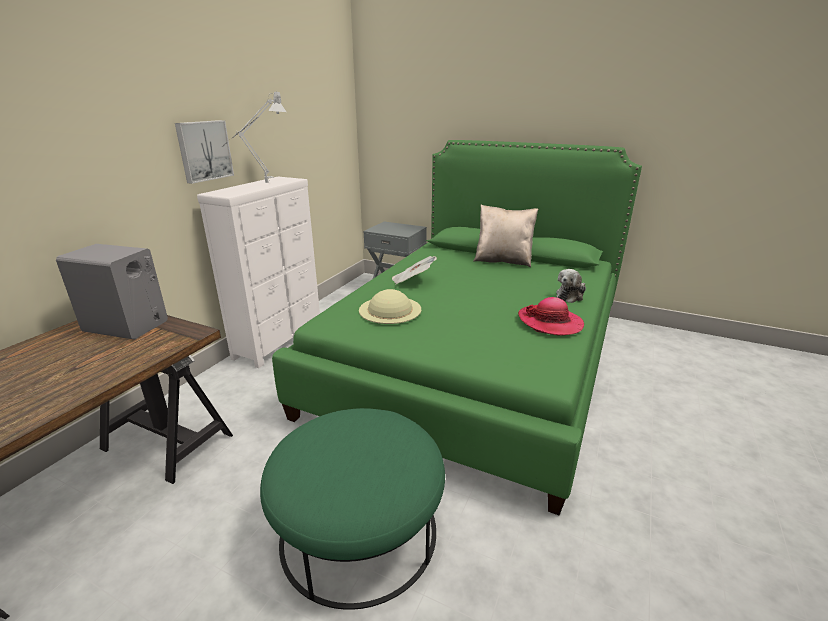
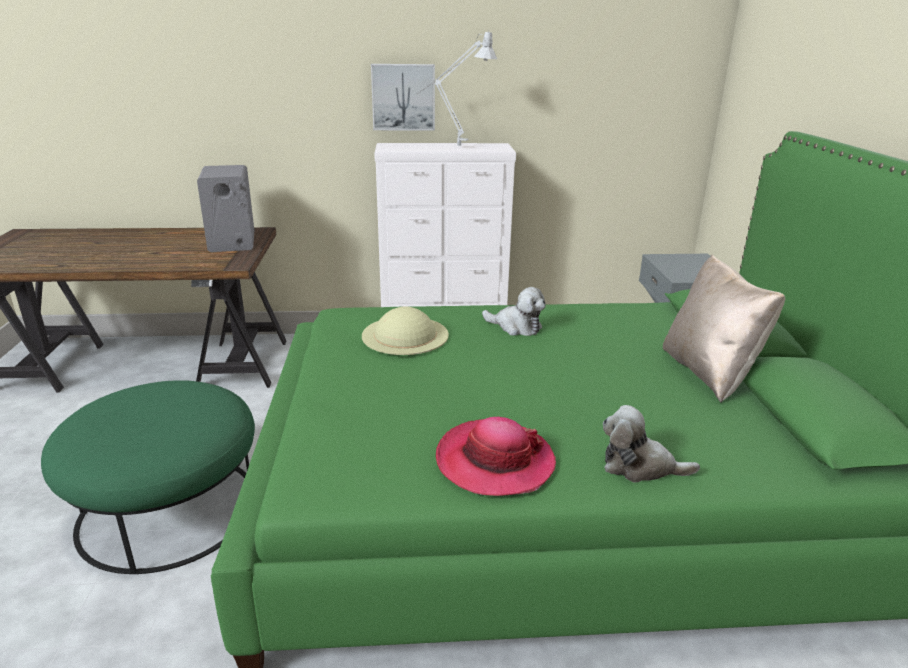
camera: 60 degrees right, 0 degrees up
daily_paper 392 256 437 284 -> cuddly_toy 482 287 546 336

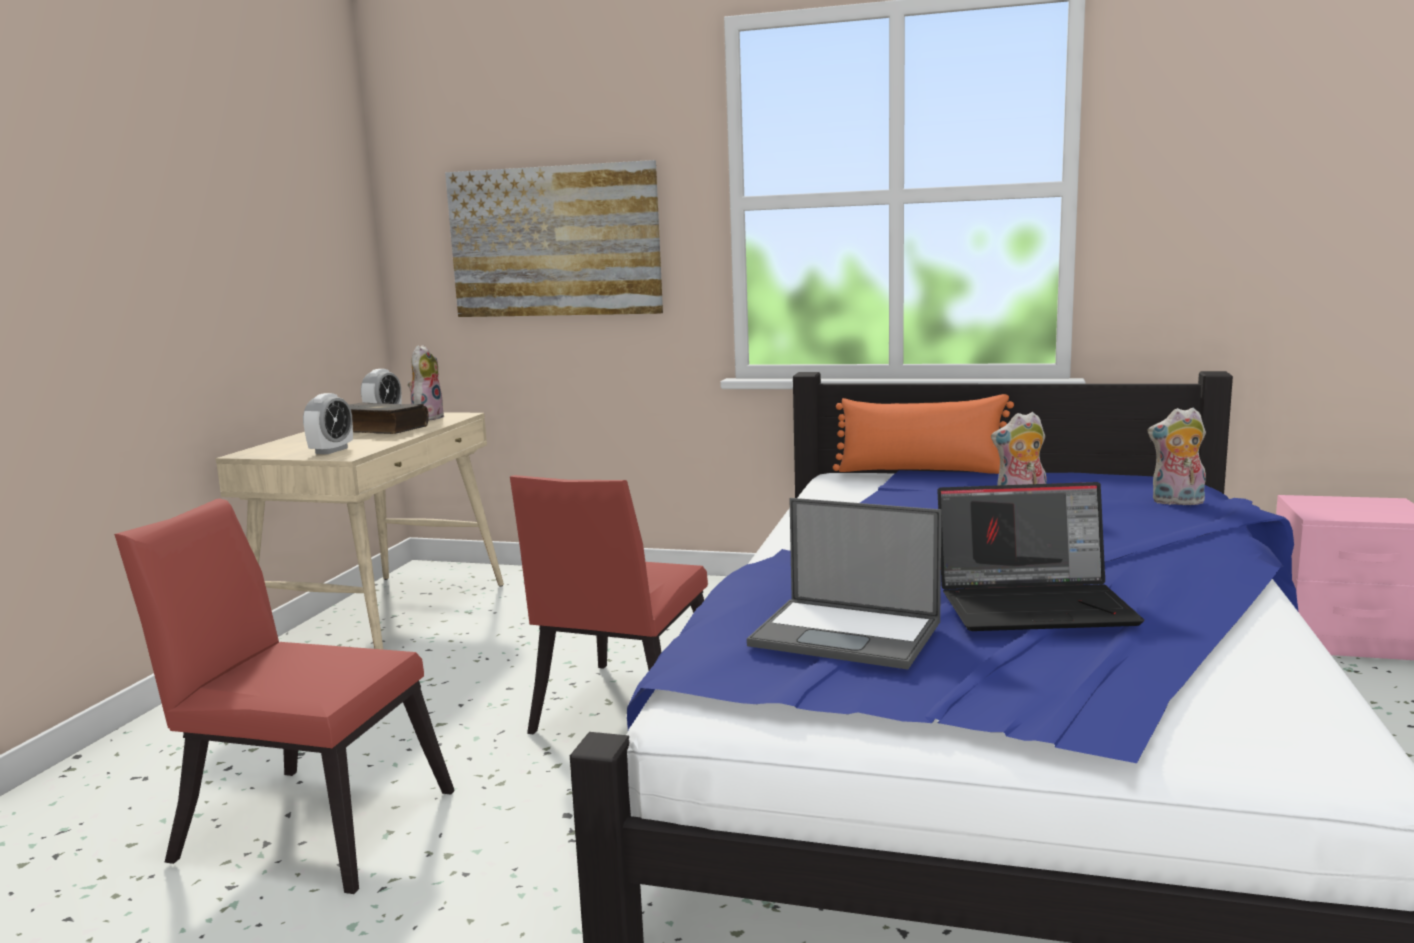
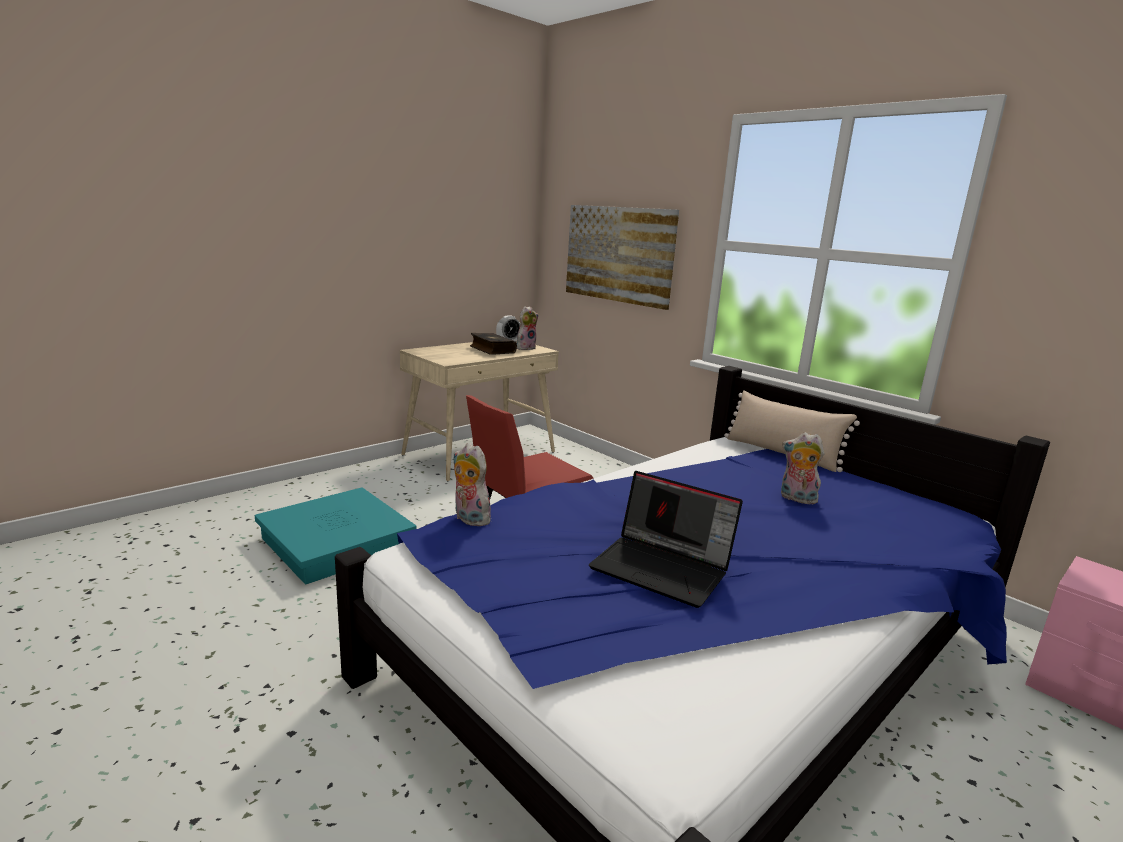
camera: 30 degrees right, 5 degrees up
red_chair 114 499 455 894 -> turquoise-coloured_storage_box 255 488 416 584
cuddly_toy 1147 408 1206 505 -> cuddly_toy 453 443 495 526, moved
orangey_pillow 833 394 1014 474 -> beige-coloured_pillow 724 390 860 472
bedside_clock 303 393 353 454 -> none
portable_computer 747 498 942 670 -> none

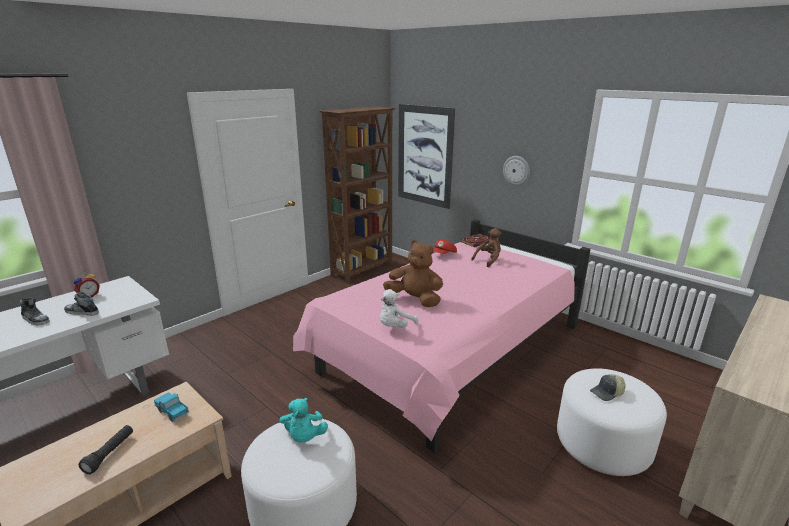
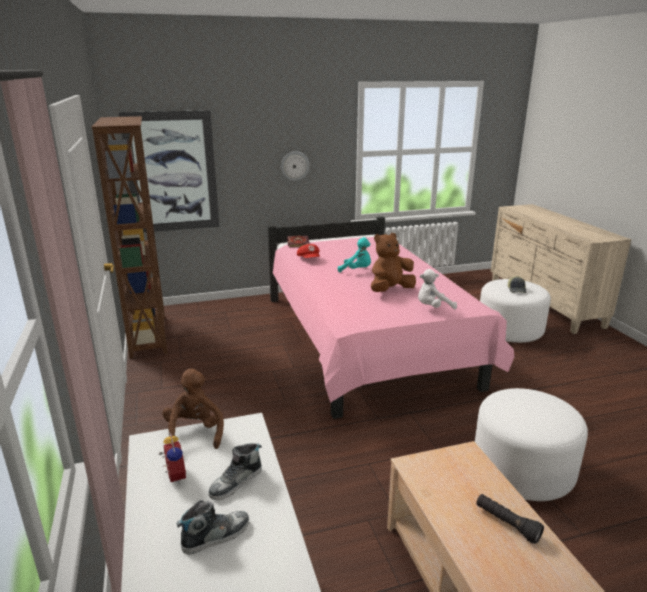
camera: 60 degrees left, 0 degrees up
brown_cuddly_toy 471 228 501 267 -> brown_cuddly_toy 162 369 224 449, moved
turquoise-coloured_cuddly_toy 280 398 328 443 -> turquoise-coloured_cuddly_toy 338 237 371 273, moved
white-coloured_cuddly_toy 380 289 418 328 -> white-coloured_cuddly_toy 418 269 457 310, 90 degrees clockwise
model_truck 154 392 189 422 -> none

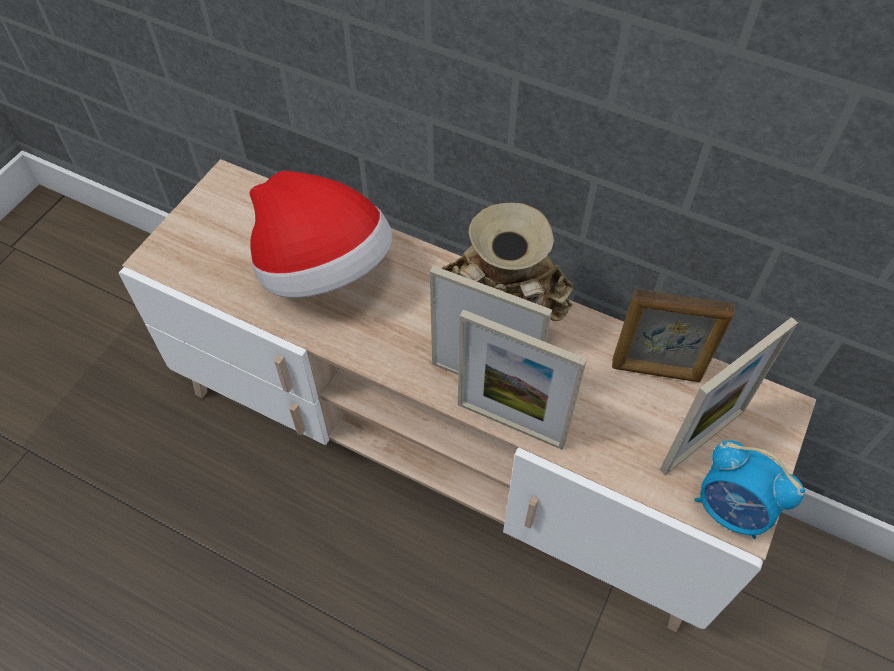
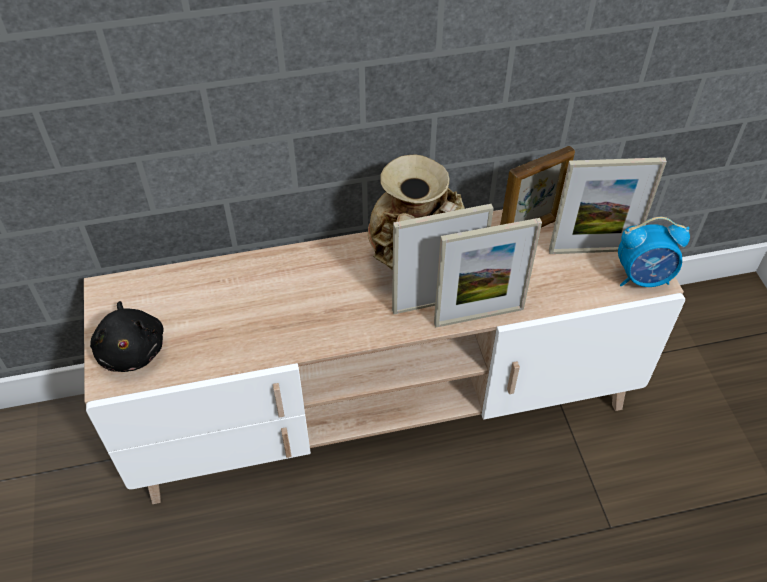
camera: 40 degrees left, 5 degrees down
none -> blackish_cuddly_toy 90 301 164 372
picture_frame 660 317 798 475 -> picture_frame 549 157 667 254, 75 degrees clockwise
hat 249 171 392 298 -> none

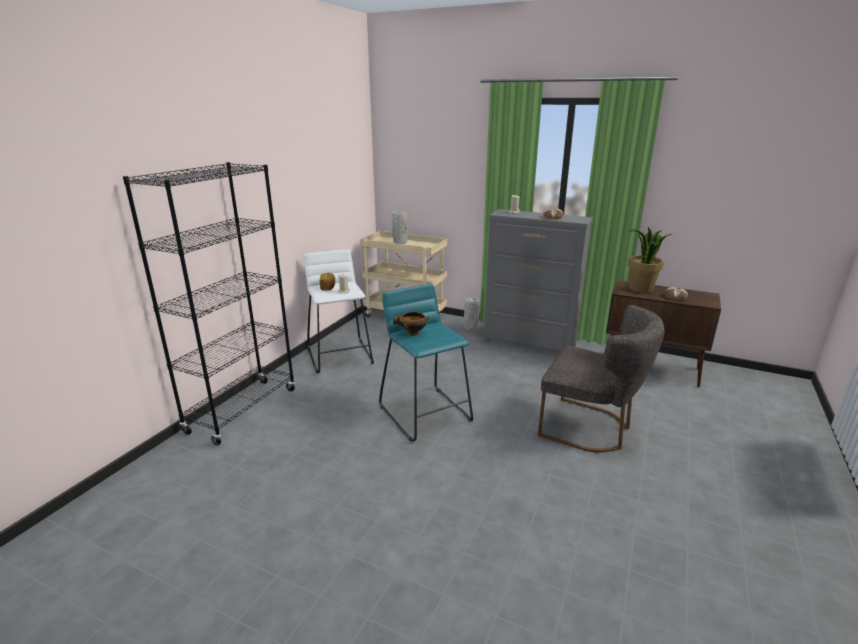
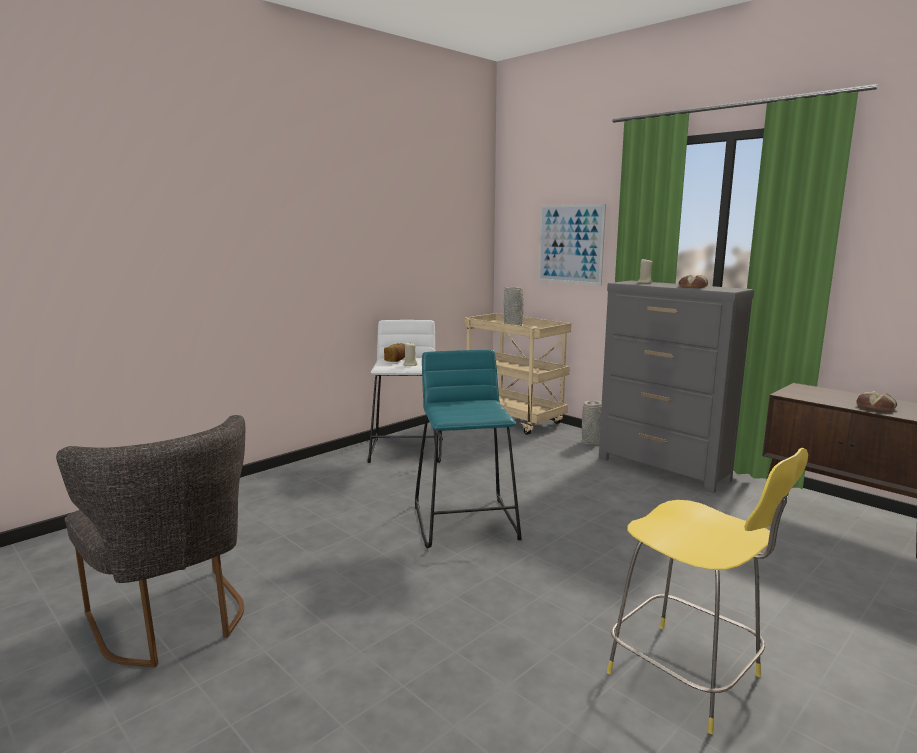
camera: 20 degrees right, 10 degrees down
gray_chair 538 305 665 453 -> gray_chair 56 415 245 667, moved
none -> picture 538 204 606 285
none -> yellow_sitting_stool 607 448 808 734
blackish_bookshelf 123 162 295 445 -> none
bowl 393 312 429 336 -> none
houseplant 628 227 672 293 -> none

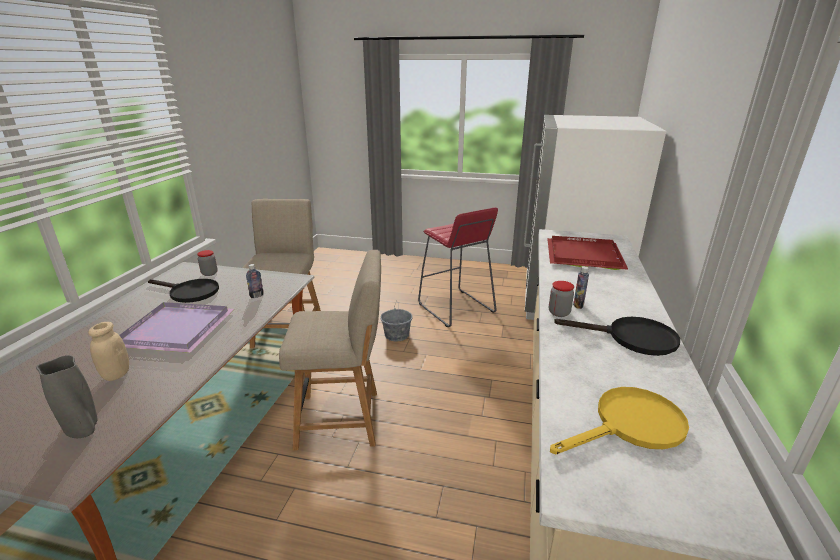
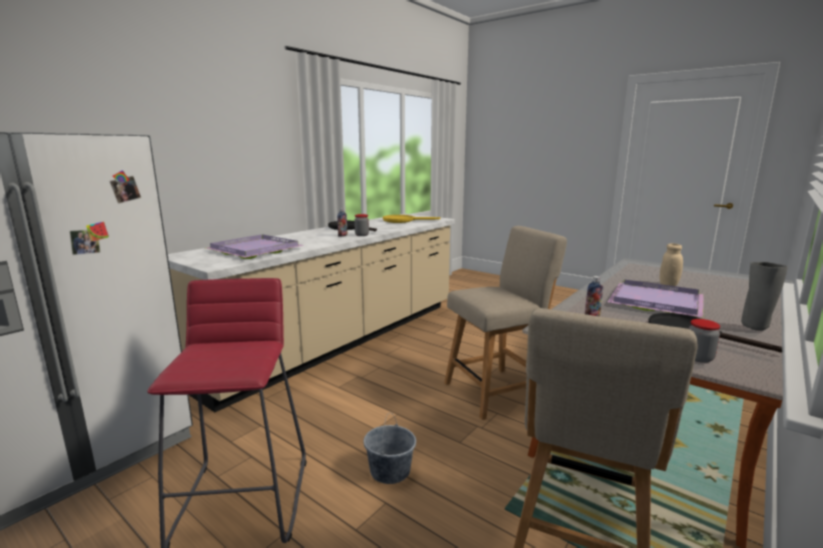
camera: 155 degrees left, 10 degrees down
red_carrying_tray 547 236 629 270 -> purple-coloured_carrying_tray 206 234 304 259
beige-coloured_chair 279 250 381 451 -> beige-coloured_chair 444 226 567 420, 135 degrees clockwise
gray_decorative_vase 36 355 98 438 -> gray_decorative_vase 741 262 788 331, moved

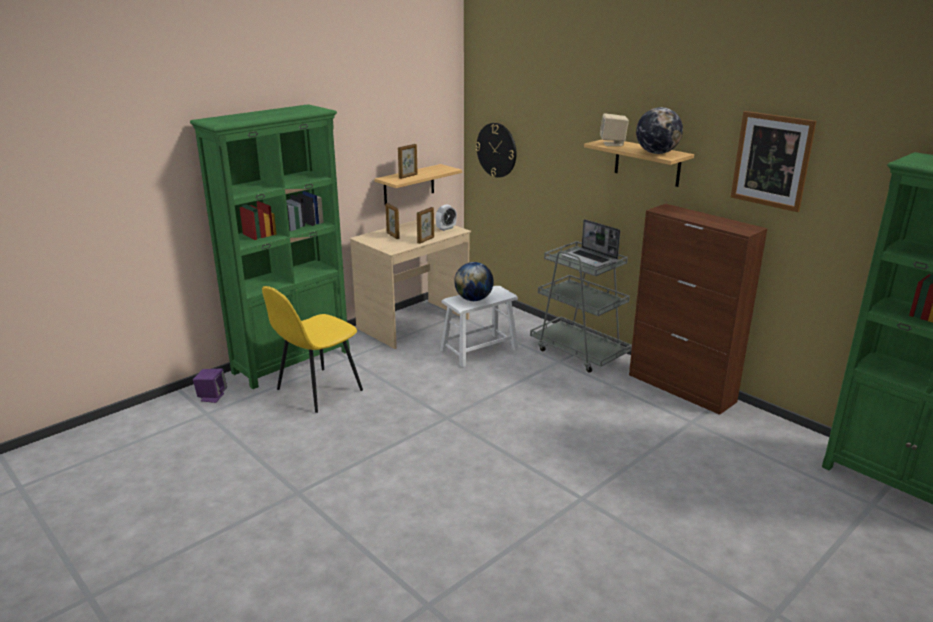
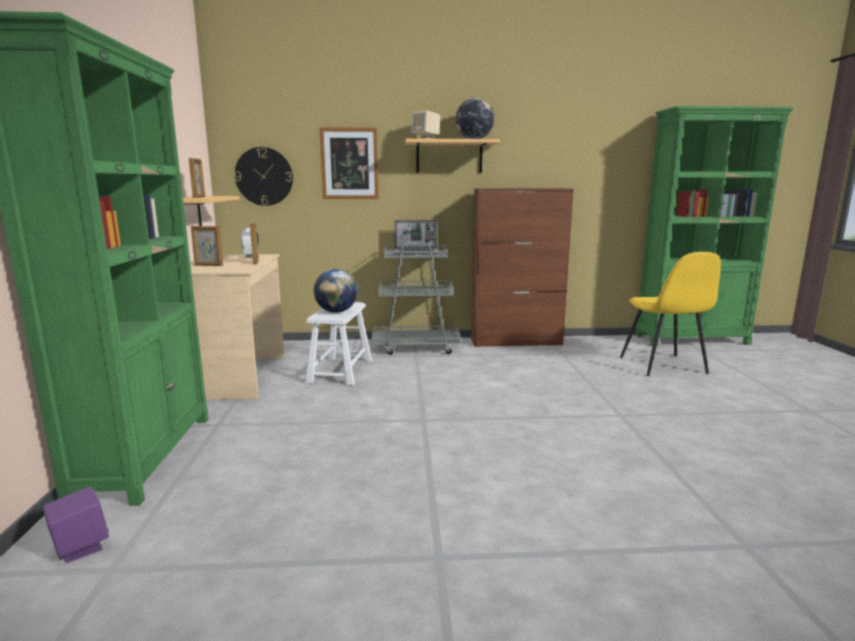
camera: 50 degrees left, 10 degrees down
picture 731 111 816 212 -> picture 319 127 379 199, moved
yellow_chair 262 286 363 413 -> yellow_chair 620 252 721 376, moved

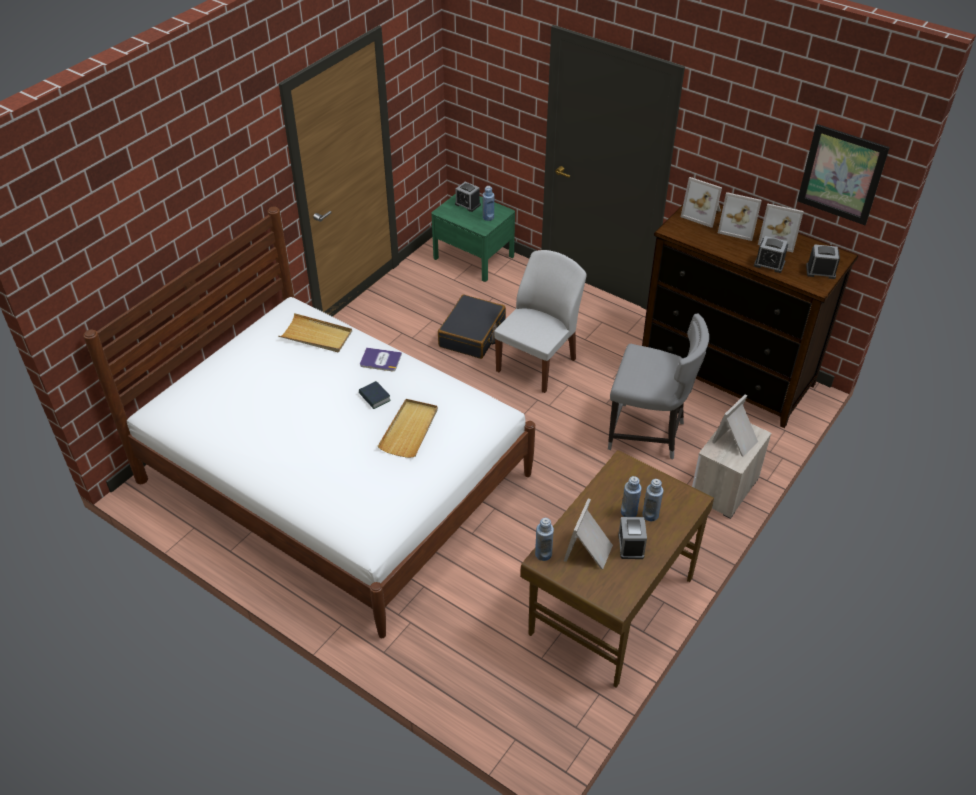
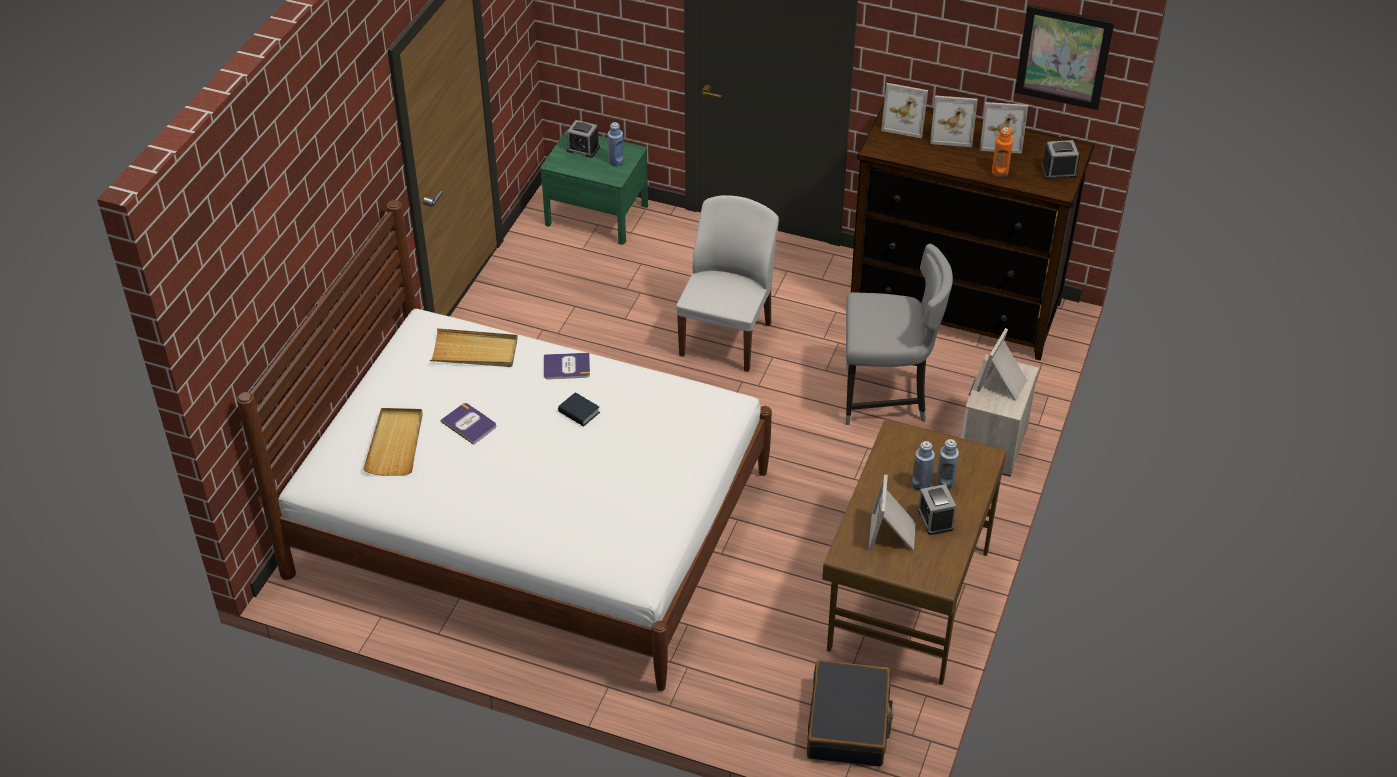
camera: 15 degrees left, 0 degrees up
beige-coloured_carrying_tray 378 399 438 458 -> beige-coloured_carrying_tray 363 408 422 476, moved
none -> volume 441 403 496 445
blackish_travel_case 438 295 506 359 -> blackish_travel_case 807 660 893 767, moved
bedside_clock 754 236 788 273 -> orangey_bottle 992 127 1013 177
blue_bottle 535 518 554 561 -> none

